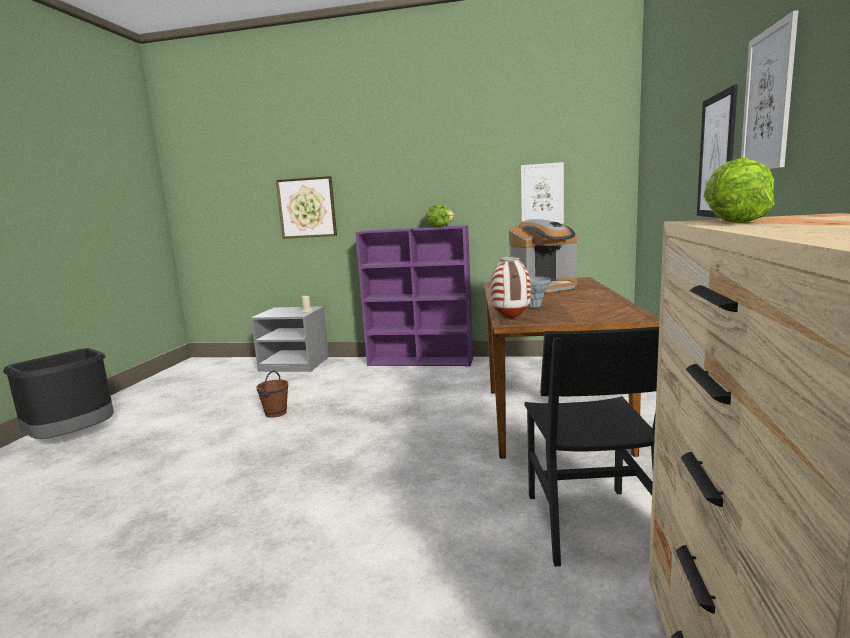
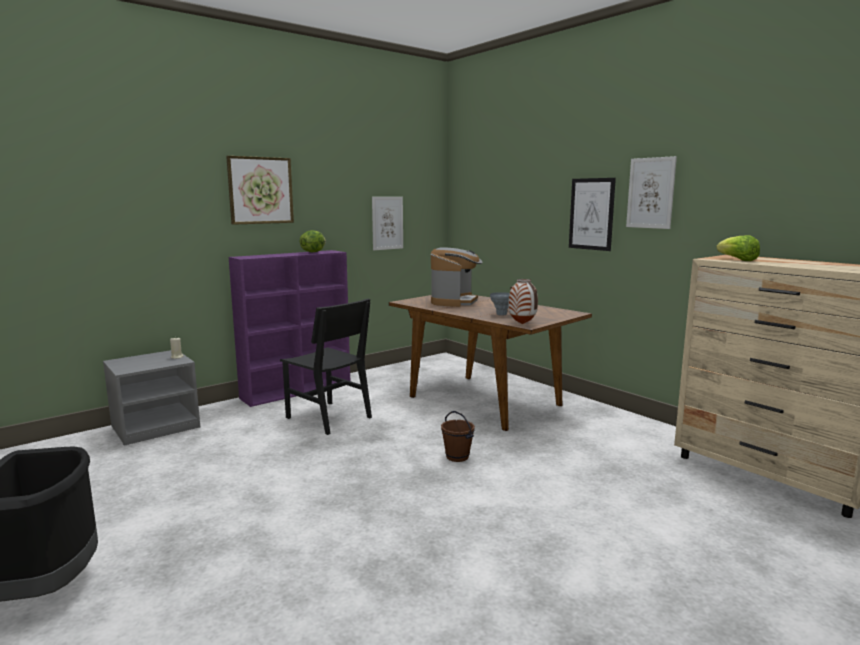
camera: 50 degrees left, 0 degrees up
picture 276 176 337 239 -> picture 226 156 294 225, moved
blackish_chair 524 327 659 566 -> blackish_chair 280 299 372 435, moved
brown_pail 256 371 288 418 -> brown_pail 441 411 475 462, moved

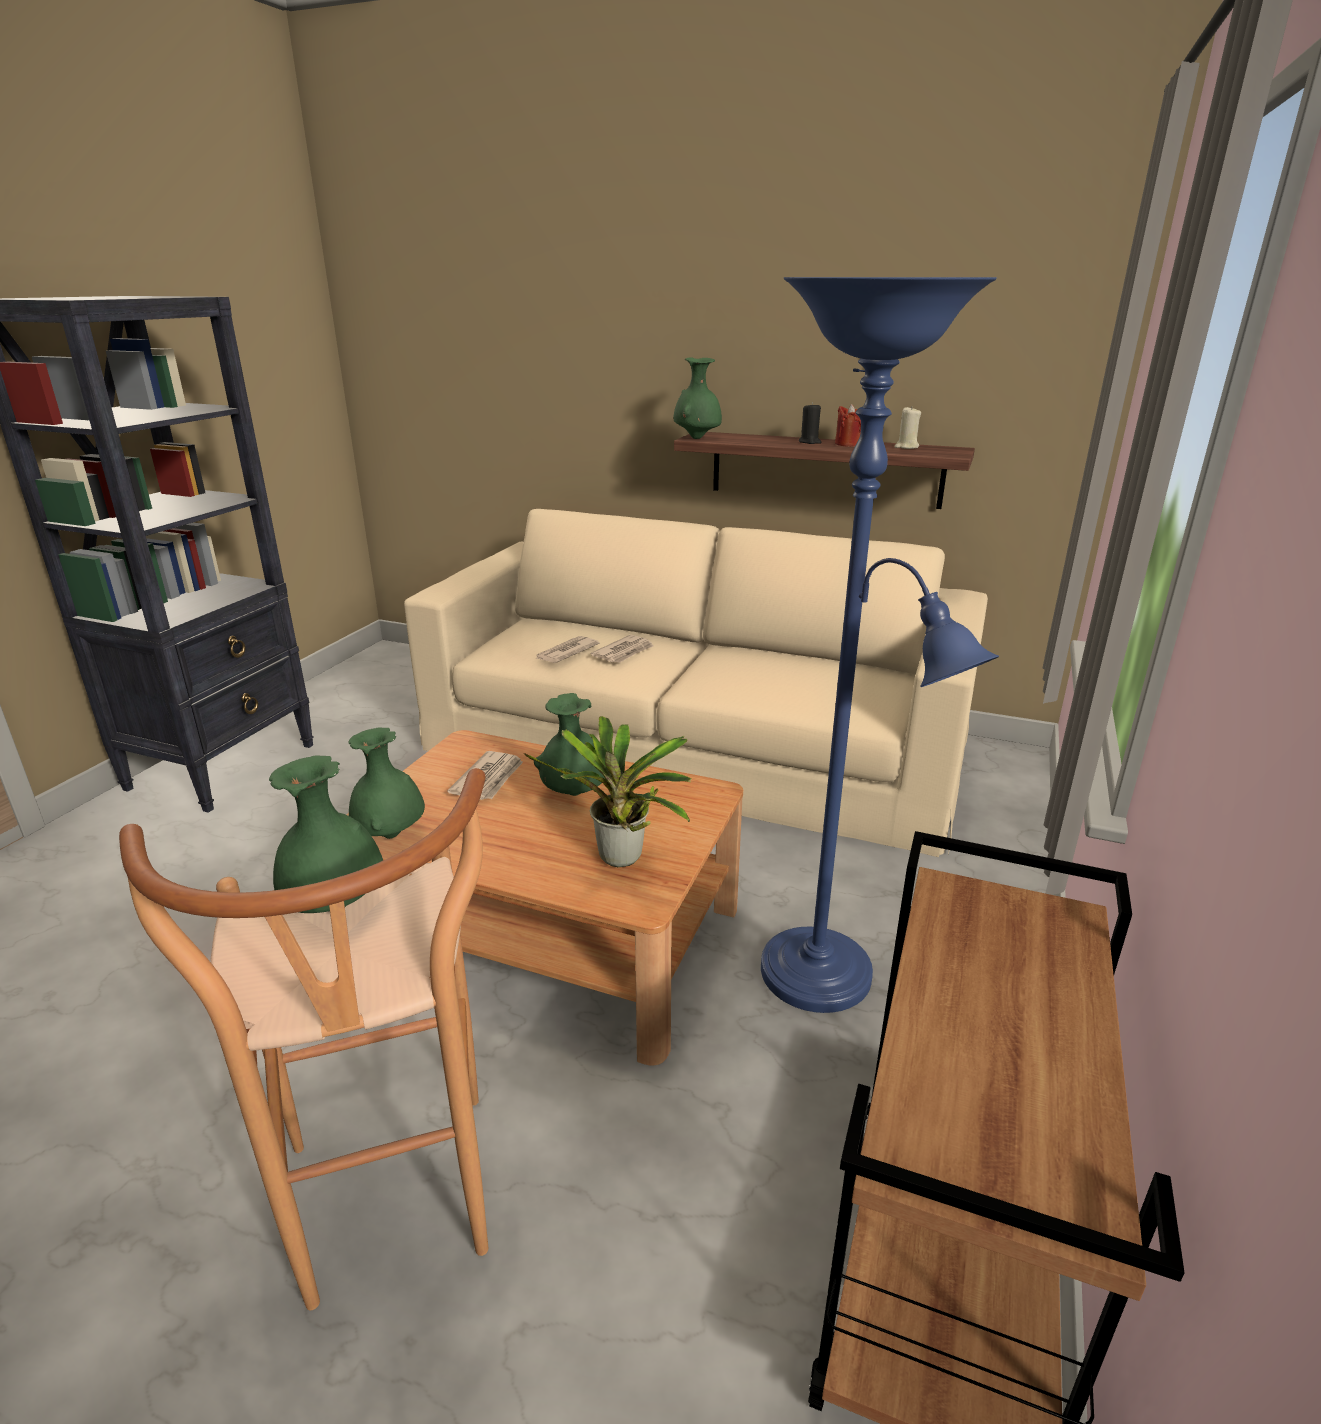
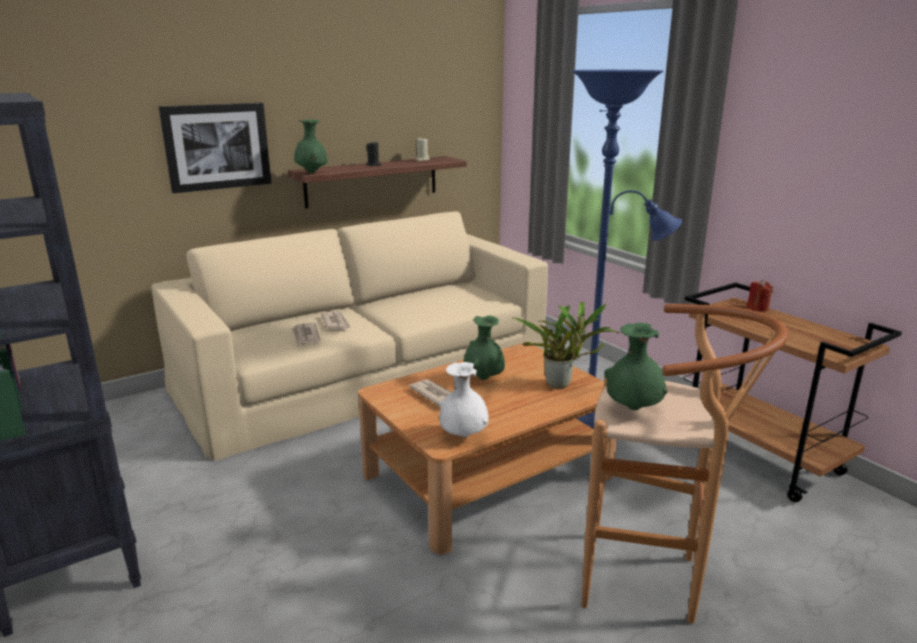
camera: 55 degrees left, 5 degrees down
none -> picture 159 103 271 193
green_decorative_vase 348 727 425 839 -> white-coloured_decorative_vase 439 362 489 437
red_wax_candle 835 404 861 447 -> red_wax_candle 746 280 773 312, moved

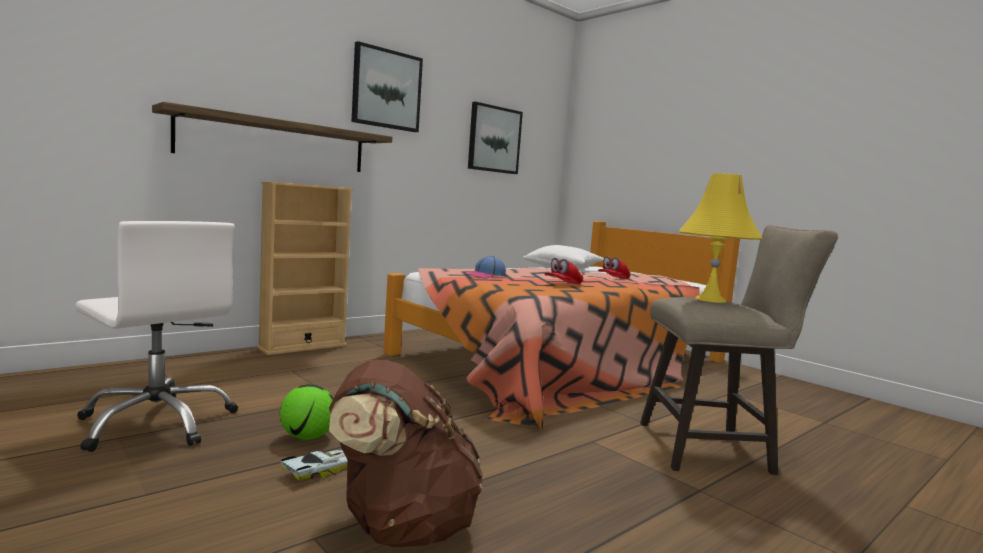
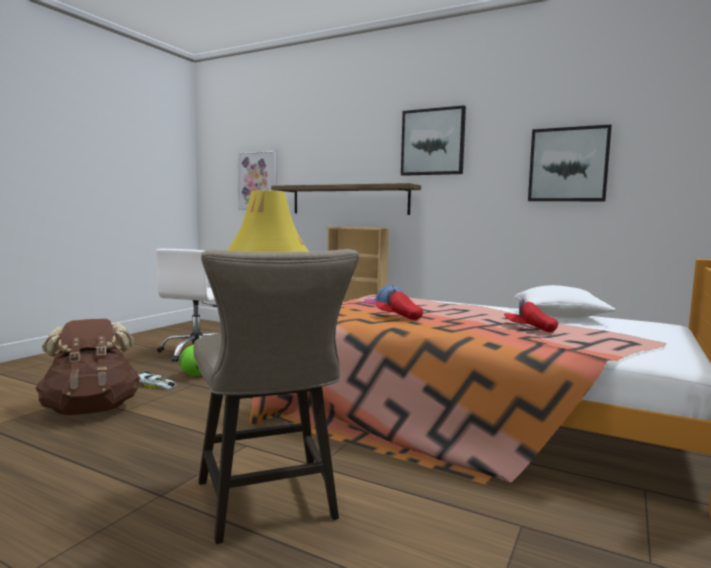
camera: 70 degrees right, 0 degrees up
none -> picture 237 151 277 210

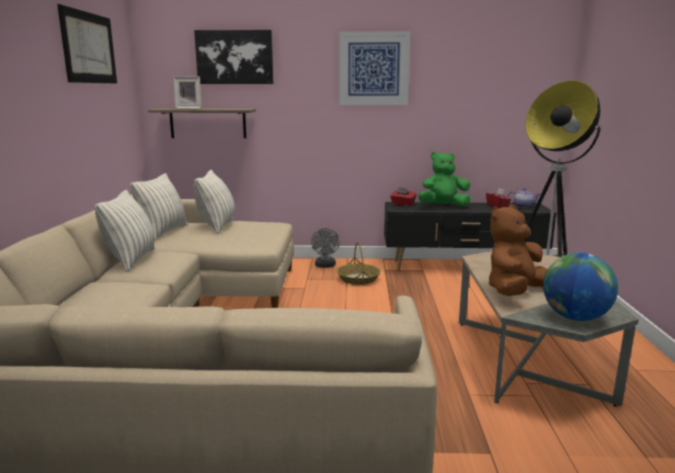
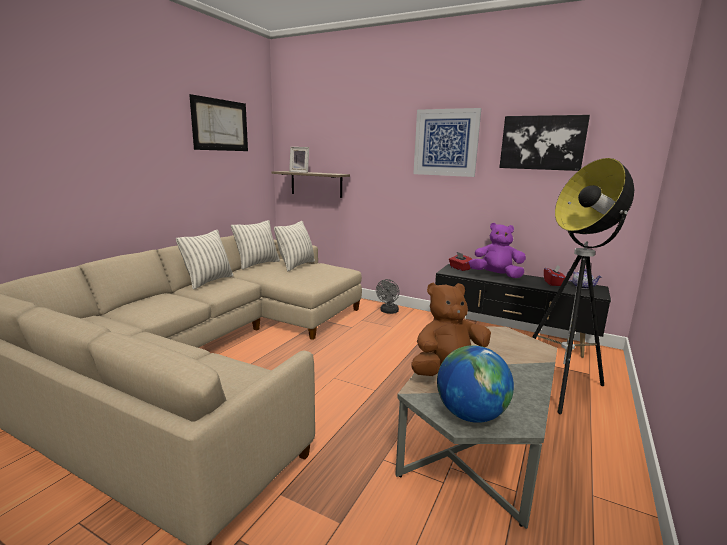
camera: 25 degrees right, 0 degrees up
green_cuddly_toy 419 152 471 207 -> purple-coloured_cuddly_toy 469 223 526 278
picture 194 30 273 84 -> picture 499 115 590 171, moved
household_basket 337 242 381 285 -> none

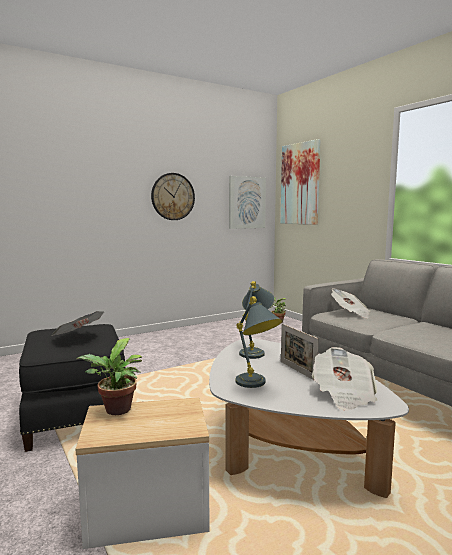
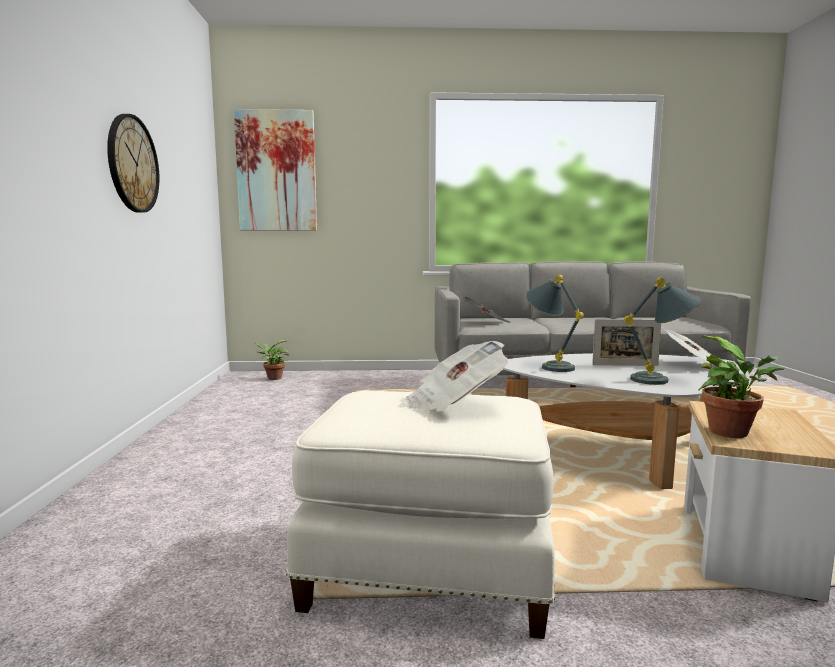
camera: 60 degrees left, 0 degrees up
blackish_footrest 19 324 125 452 -> white-coloured_footrest 286 391 555 639
picture 229 176 266 229 -> none

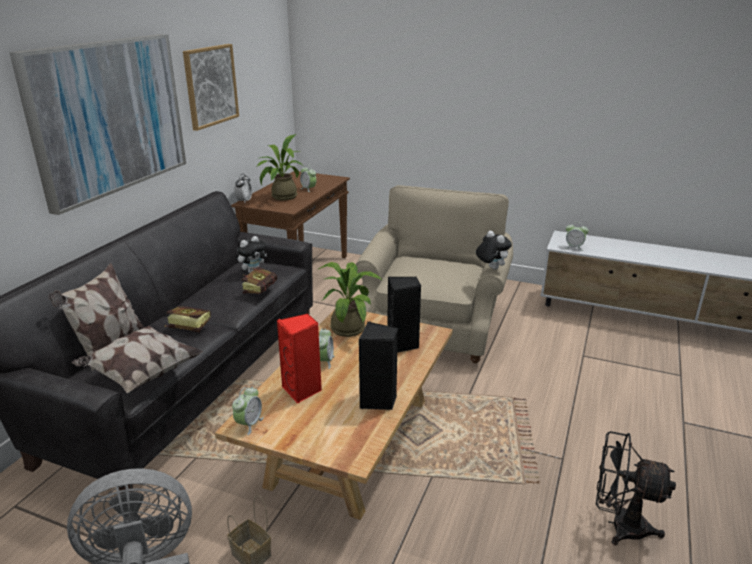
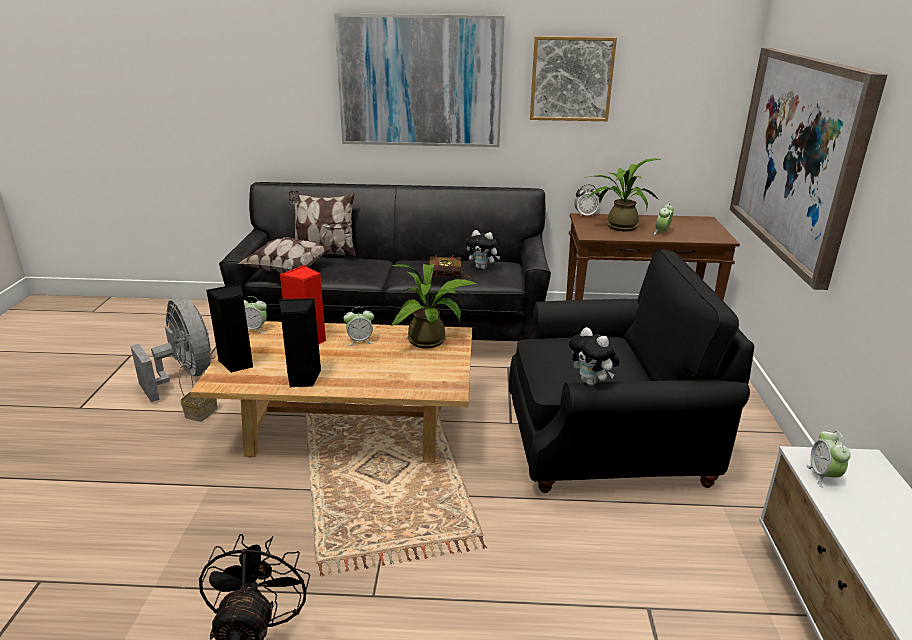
camera: 70 degrees right, 0 degrees up
blackish_speaker 387 276 421 353 -> blackish_speaker 206 283 253 373, moved
beige-coloured_easy_chair 356 185 513 363 -> blackish_easy_chair 509 249 754 493
cuddly_toy 476 231 512 270 -> cuddly_toy 569 327 620 385, 105 degrees clockwise
none -> picture 730 48 888 290
volume 164 306 211 332 -> none

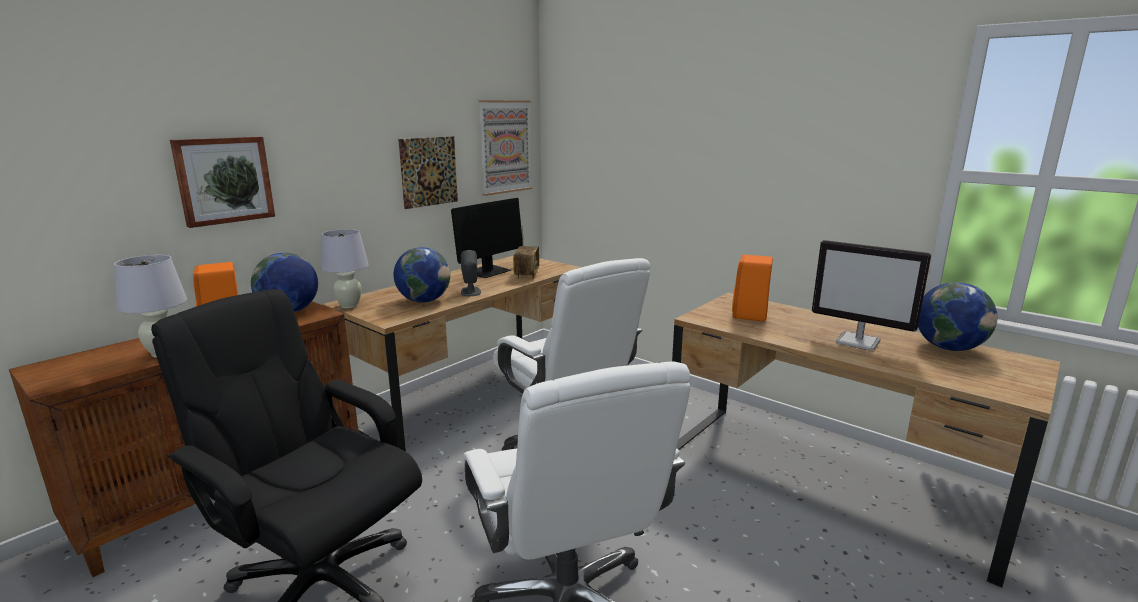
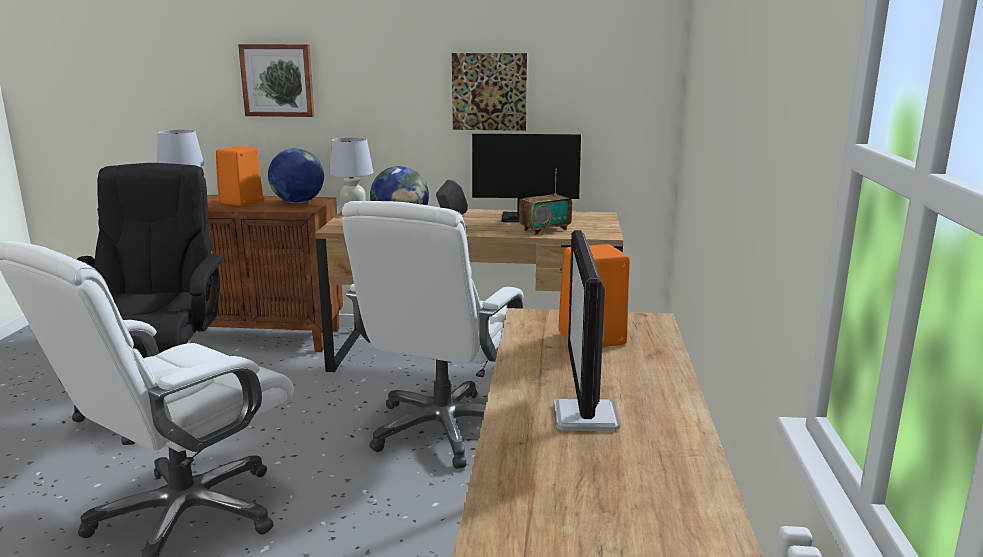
camera: 55 degrees right, 0 degrees up
picture 479 100 532 196 -> none
globe 918 282 997 351 -> none

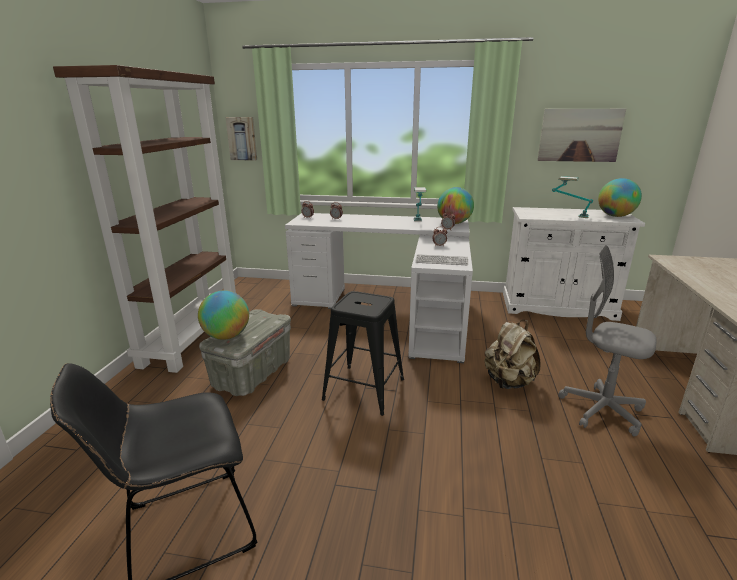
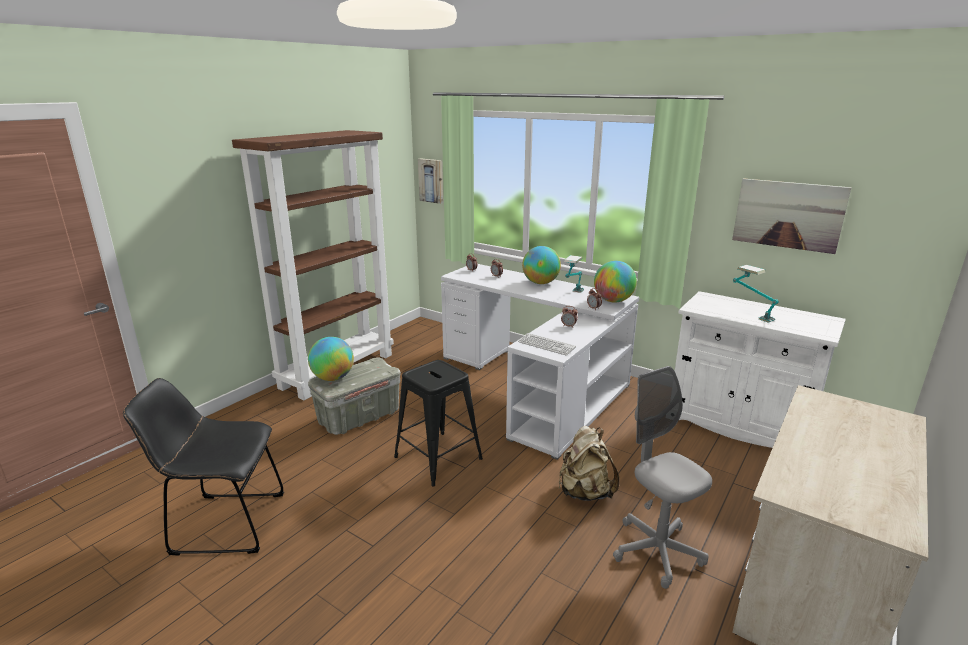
camera: 25 degrees right, 0 degrees up
globe 598 178 642 217 -> globe 522 246 561 284, moved

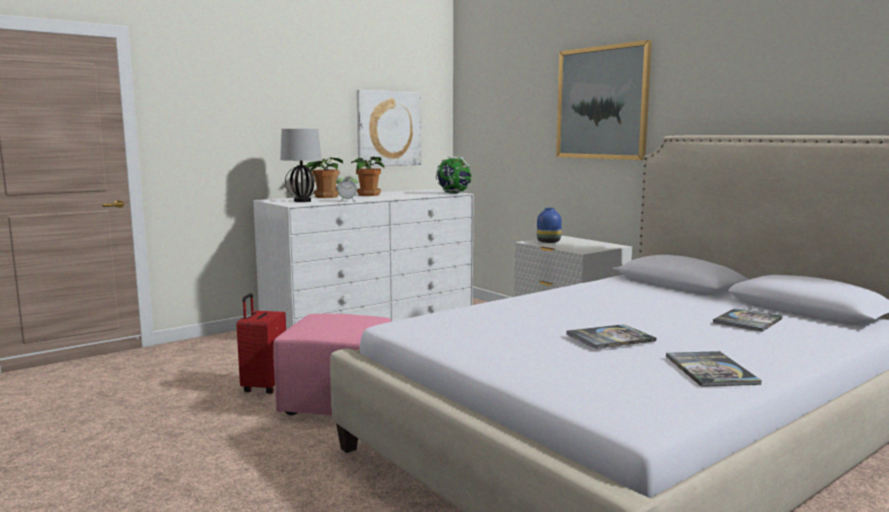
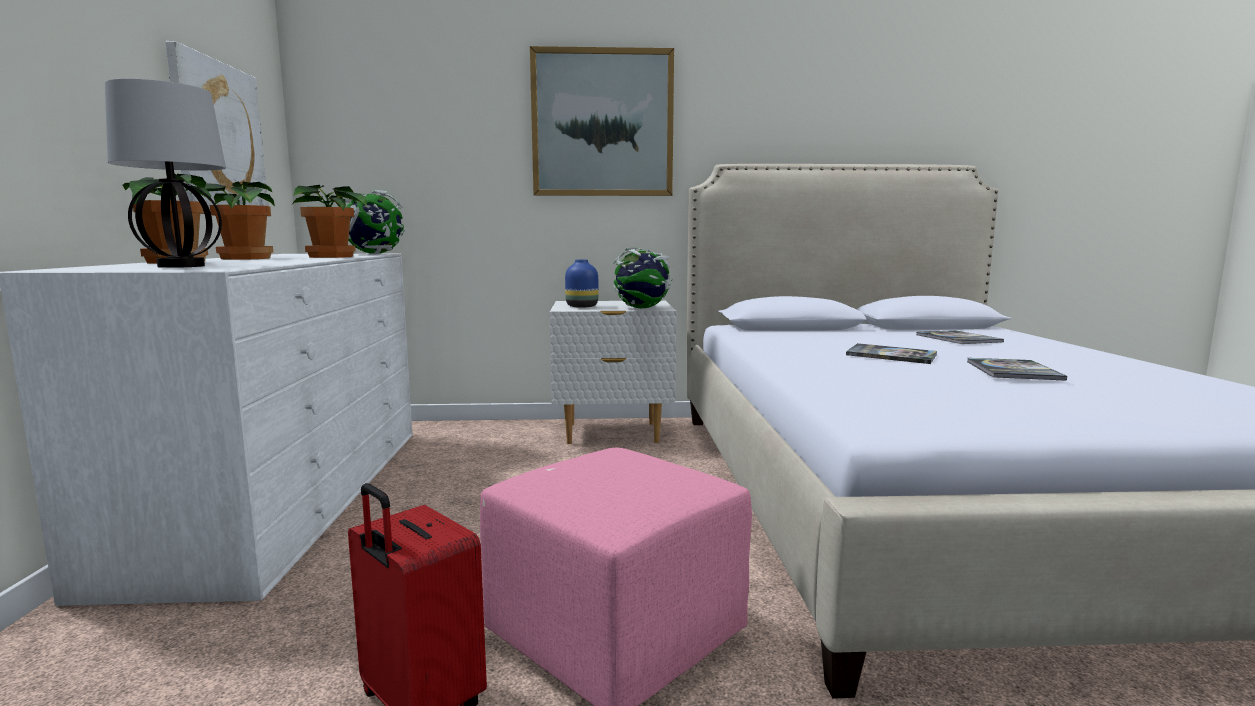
camera: 55 degrees left, 0 degrees up
none -> houseplant 292 185 367 258
none -> globe 613 248 674 308
volume 666 351 762 387 -> volume 846 343 937 364, moved
bedside_clock 336 176 358 202 -> none

